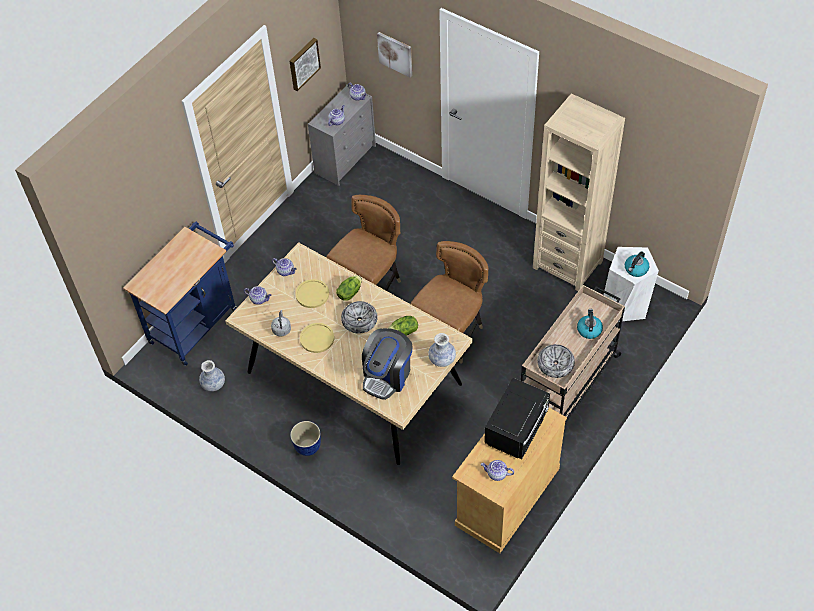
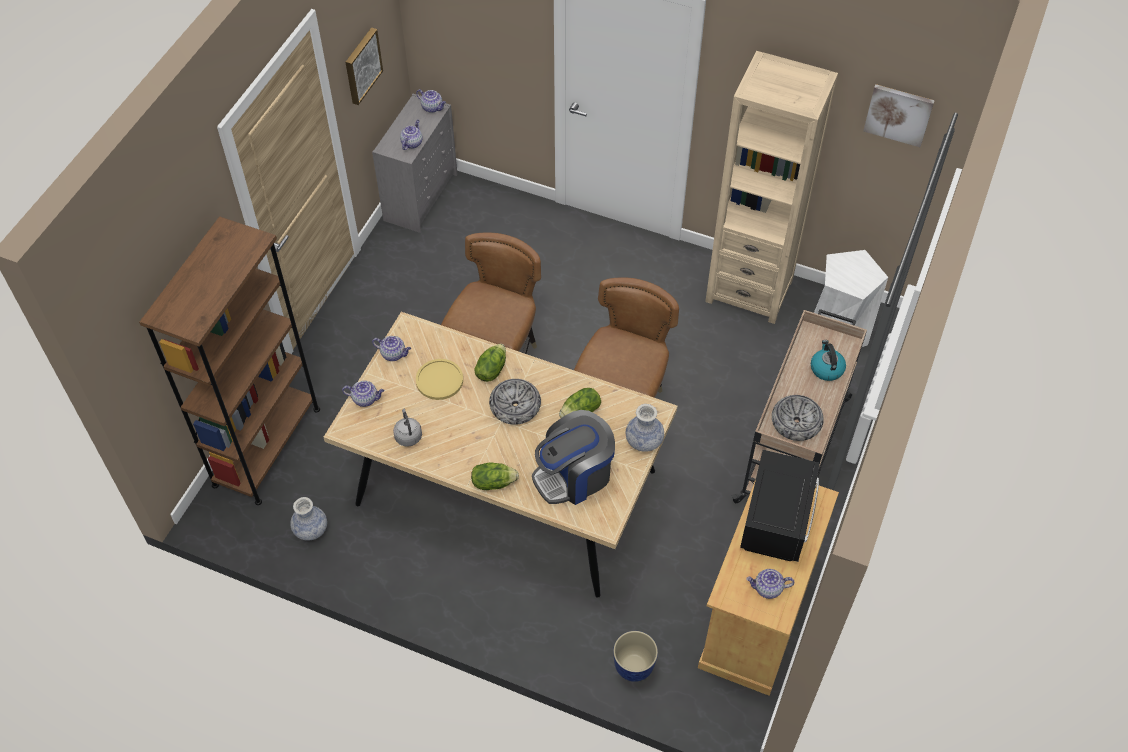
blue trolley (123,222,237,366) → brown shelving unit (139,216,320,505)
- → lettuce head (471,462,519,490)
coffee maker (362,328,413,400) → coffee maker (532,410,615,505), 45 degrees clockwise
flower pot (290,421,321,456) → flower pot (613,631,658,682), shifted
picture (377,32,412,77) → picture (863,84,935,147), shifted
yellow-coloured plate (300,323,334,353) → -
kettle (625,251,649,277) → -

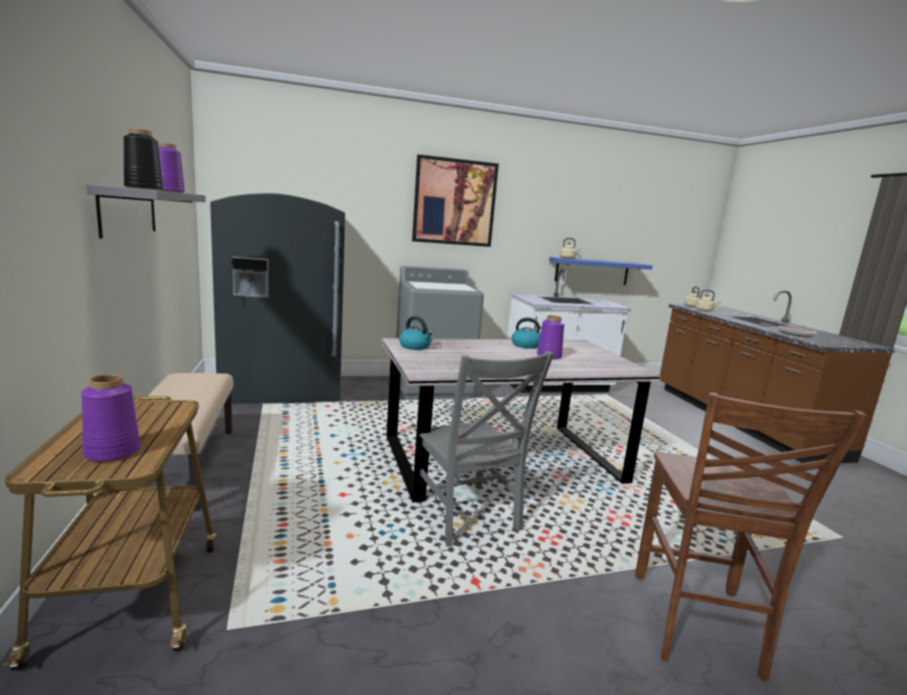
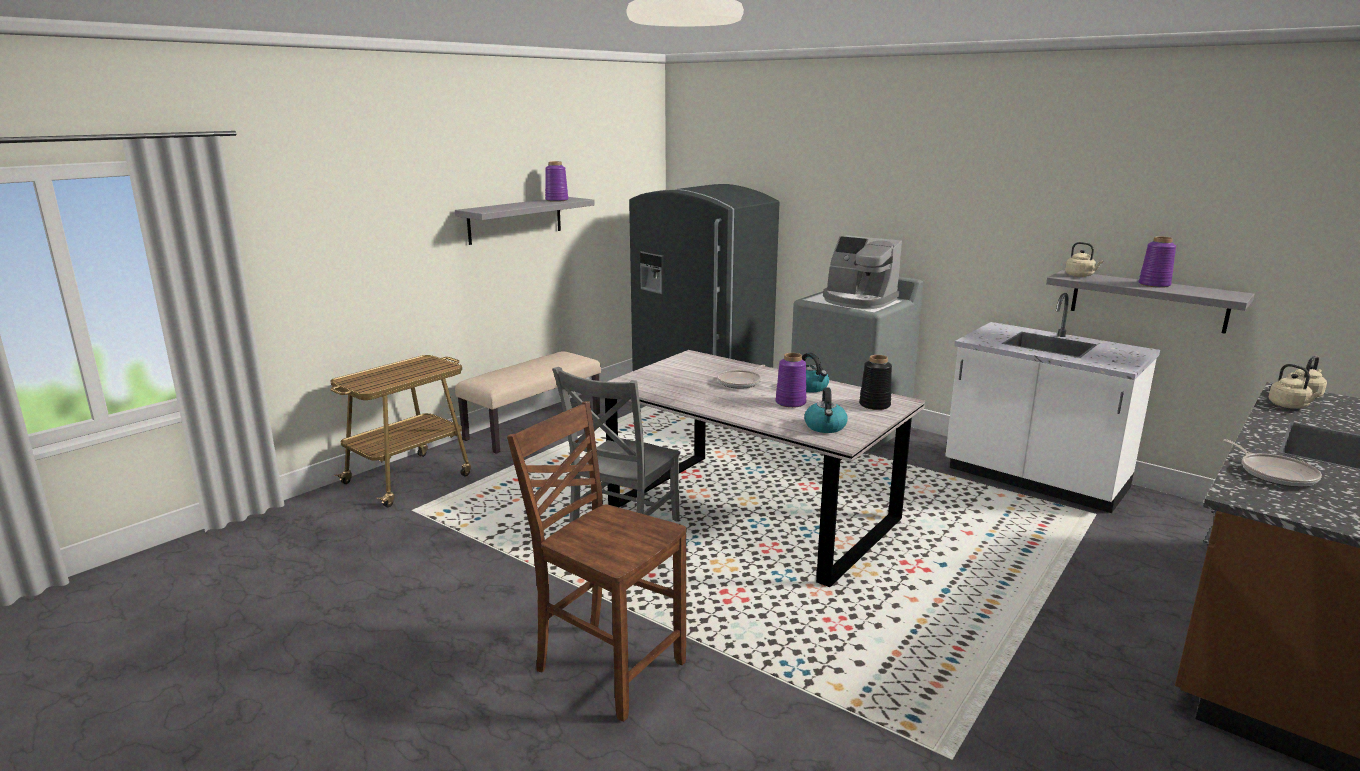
brown plain chair (635,392,866,682) → brown plain chair (507,401,687,722), 60 degrees clockwise
- → skillet (717,365,765,389)
kettle (399,316,432,350) → kettle (804,387,848,433), shifted
- → coffee maker (823,235,902,309)
black vase (123,128,163,190) → black vase (859,355,892,410), shifted
blue bracket shelf (549,257,653,285) → gray bracket shelf (1046,270,1254,334)
purple vase (81,374,140,462) → purple vase (1139,236,1176,288), shifted
picture (412,154,499,247) → -

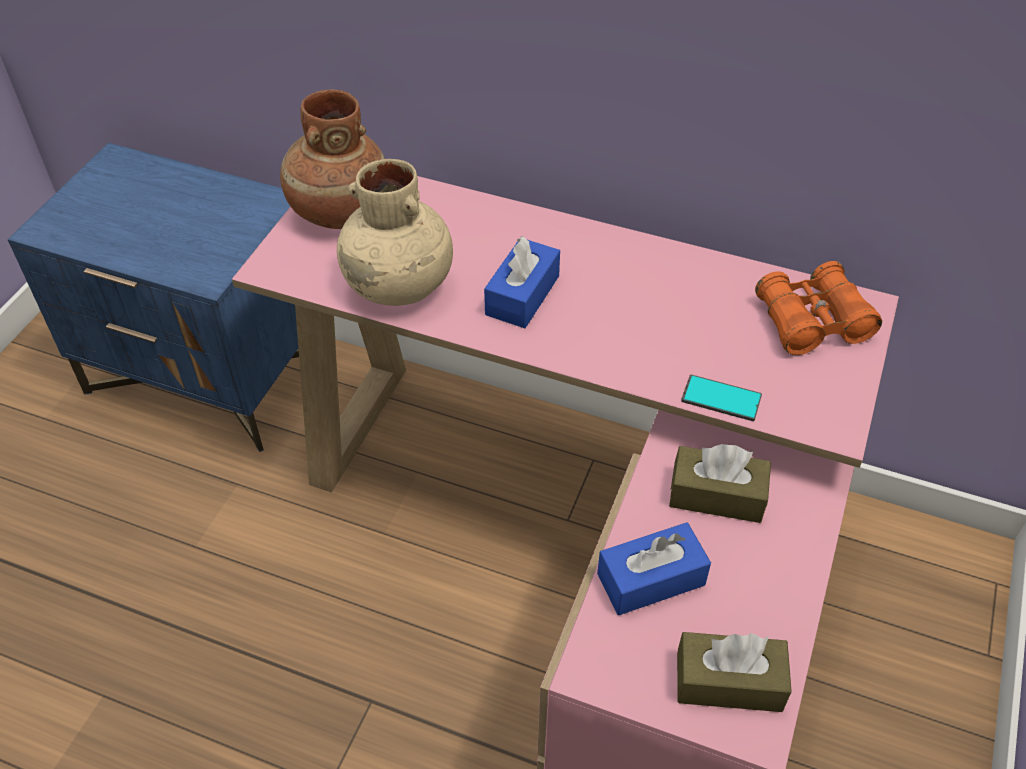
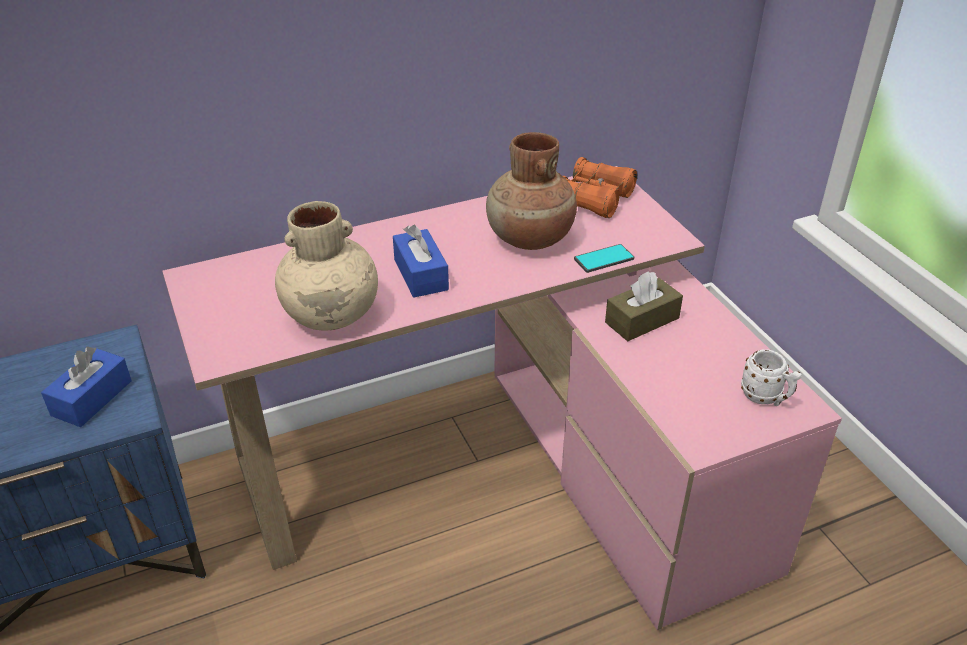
blue tissue holder (597,522,711,615) → blue tissue holder (41,346,132,427), shifted
brown vase (280,90,385,229) → brown vase (486,132,577,250), shifted
brown tissue holder (677,632,792,712) → white coffee mug (741,350,802,406)

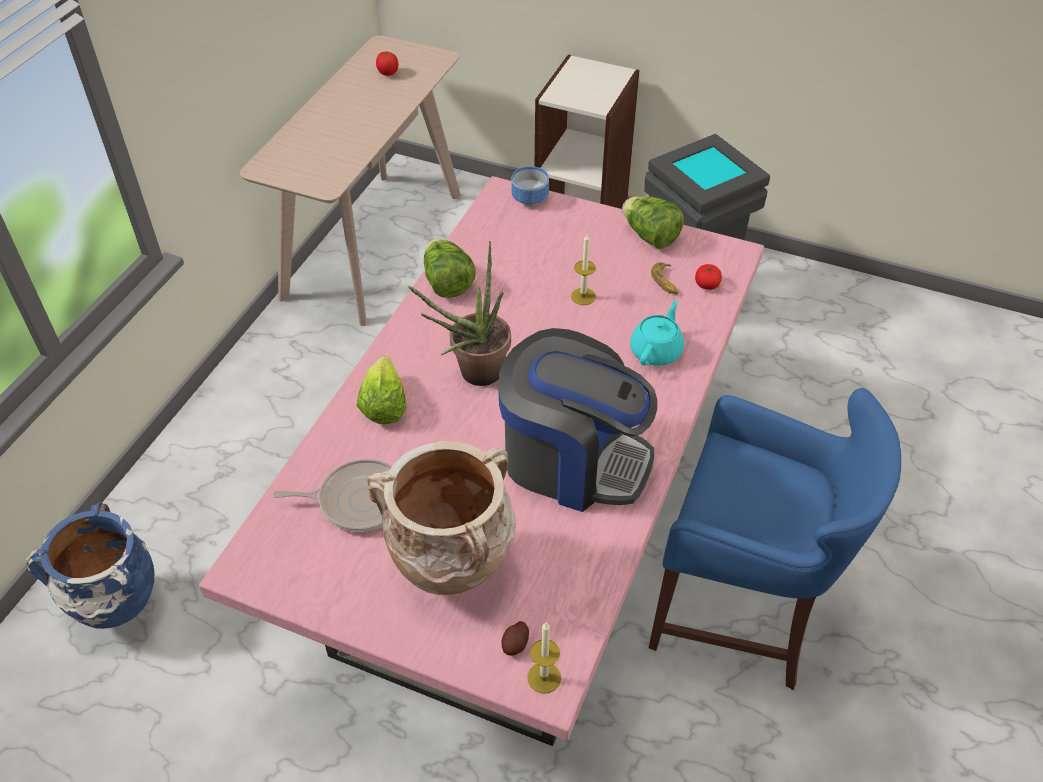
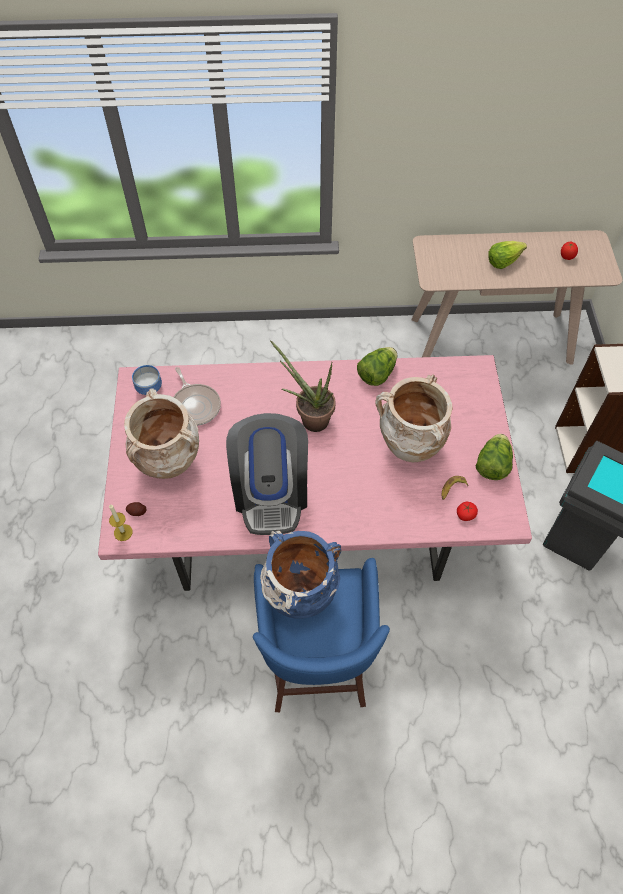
serving bowl (511,166,549,206) → serving bowl (132,365,162,395), shifted
blue vase (25,502,154,629) → blue vase (260,531,341,619), shifted
candle (571,234,596,305) → sand-coloured vase (375,375,452,462)
lettuce head (357,356,406,424) → lettuce head (489,241,527,269), shifted
blue-green pot for tea (630,300,684,366) → -

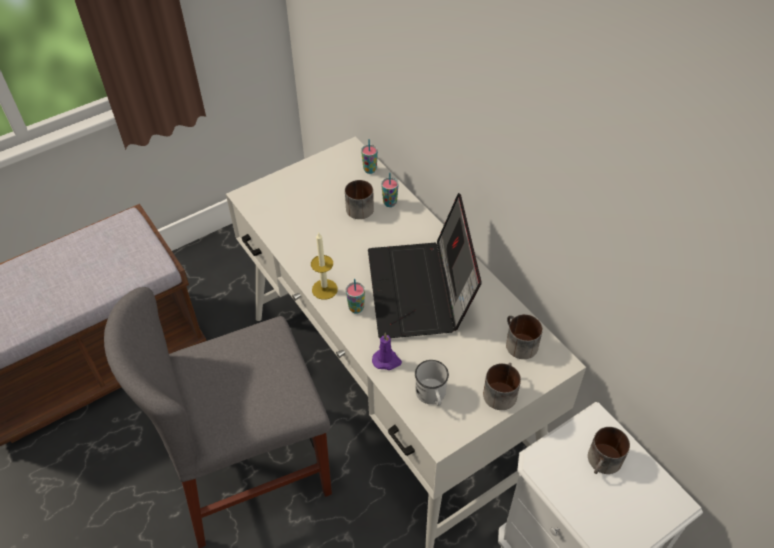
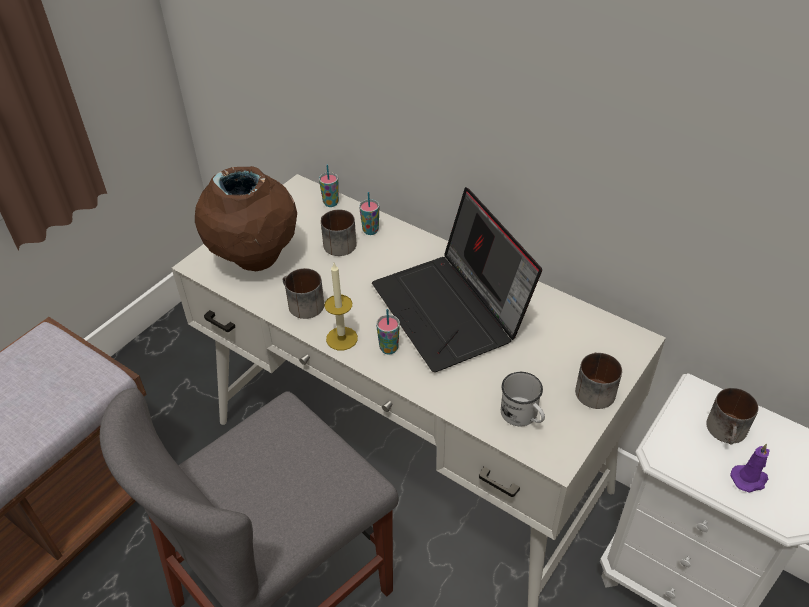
- → brown vase (195,166,297,271)
coffee mug (506,314,543,359) → coffee mug (283,268,324,319), shifted
purple candle (372,333,402,370) → purple candle (730,444,770,493), shifted

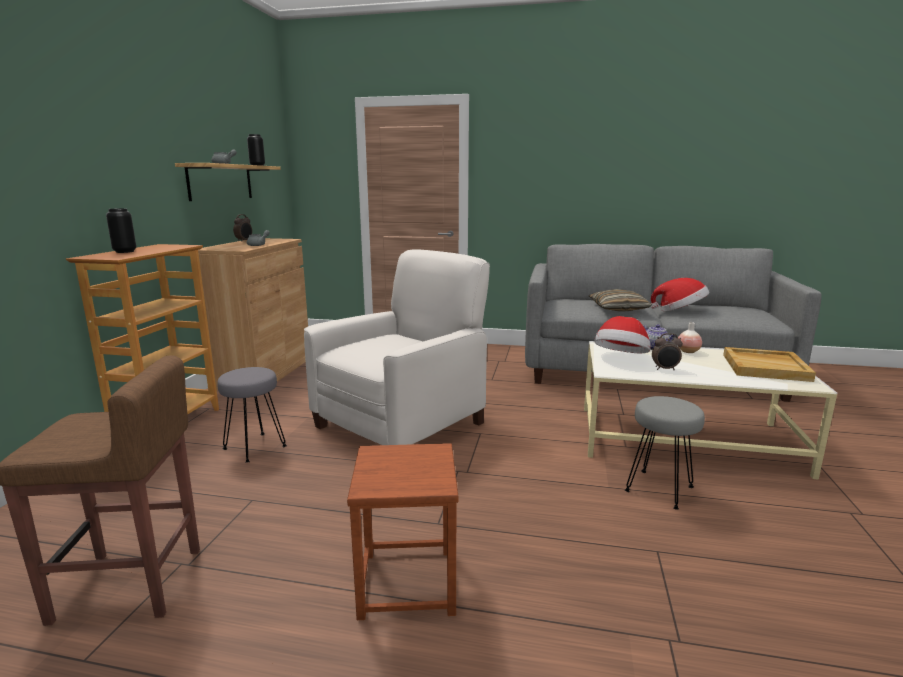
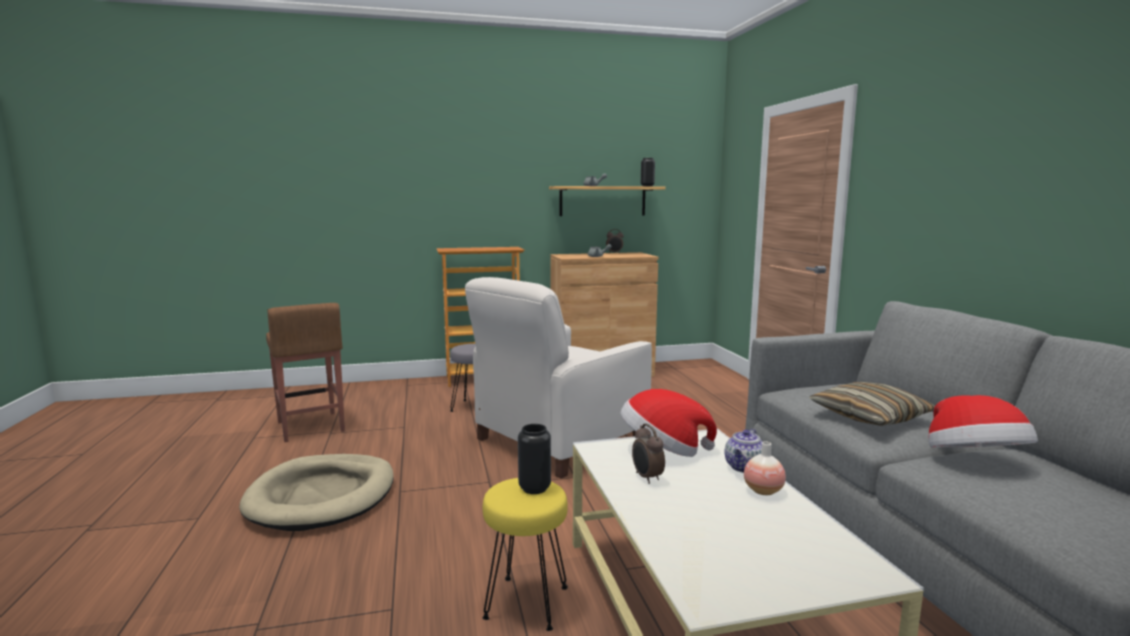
brown stool (347,443,458,620) → sand-coloured dog cushion (239,454,394,531)
white easy chair (304,249,490,445) → white easy chair (465,277,652,479), 120 degrees clockwise
gray stool (625,396,705,510) → yellow-coloured stool (483,478,568,631)
black vase (106,208,136,253) → black vase (518,424,551,494), shifted
sand-coloured serving tray (723,347,816,382) → -

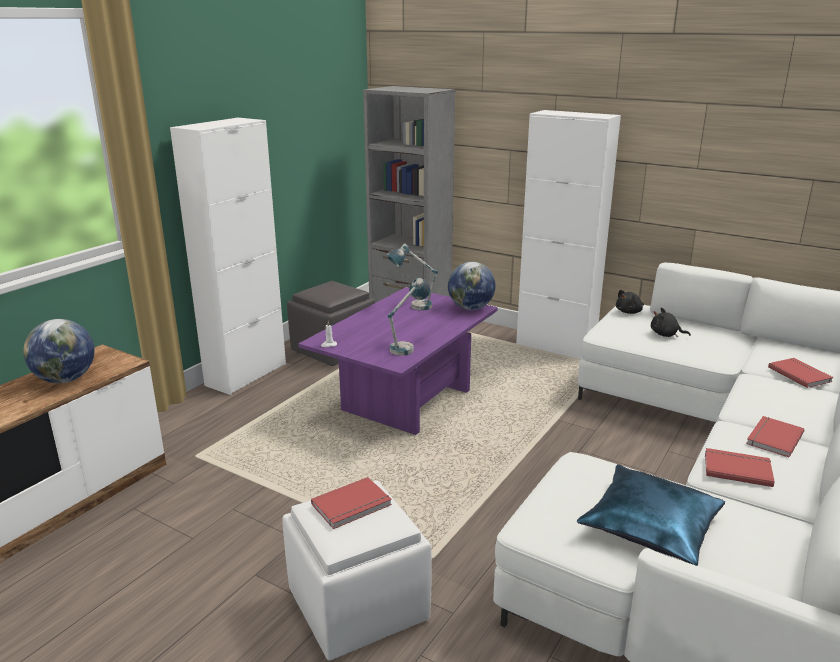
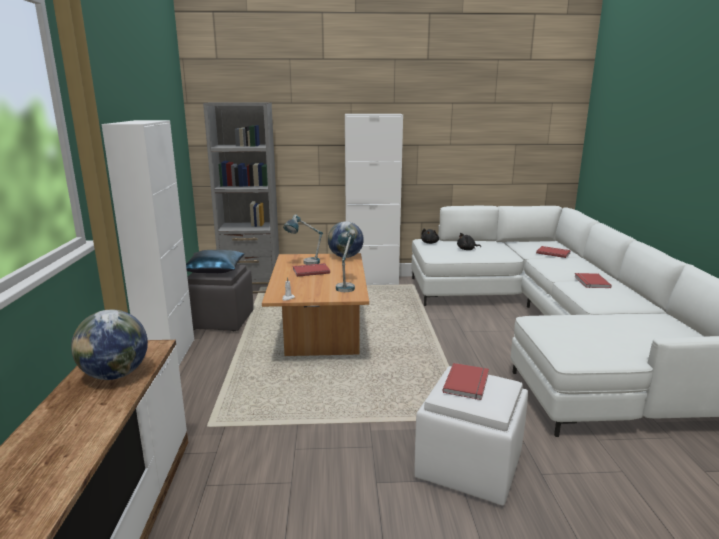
blue pillow (577,464,725,566) → blue pillow (186,250,244,273), shifted
purple coffee table (298,287,498,435) → brown coffee table (262,253,369,356)
red-coloured book (705,448,775,487) → red-coloured book (293,263,330,277), shifted

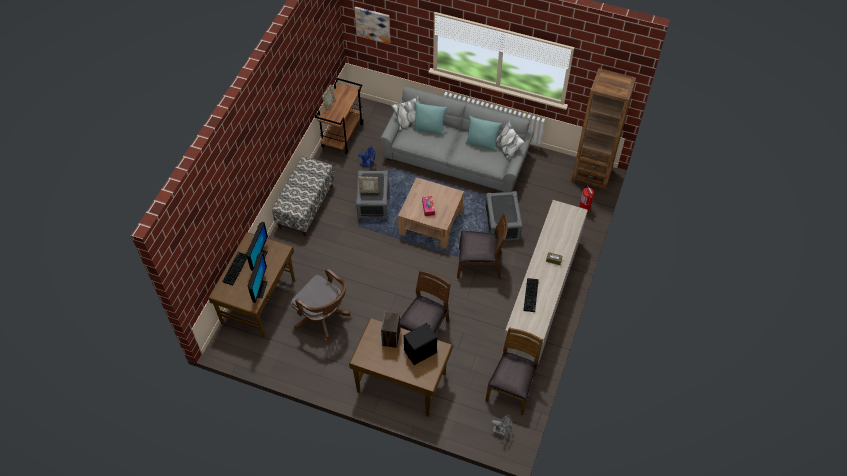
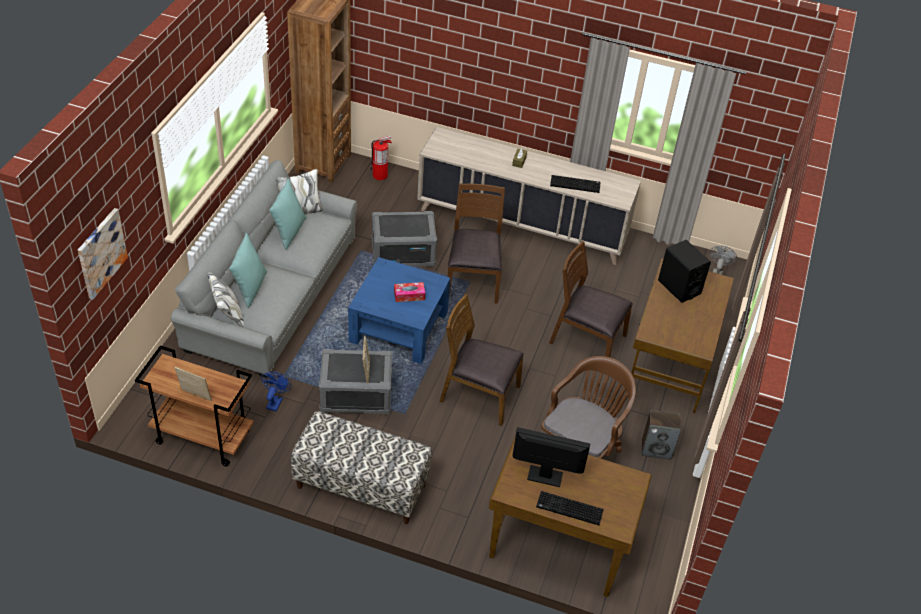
brown coffee table (398,177,464,249) → blue coffee table (348,257,450,364)
brown plain chair (485,327,543,415) → brown plain chair (440,294,524,426), shifted
speaker (381,312,400,348) → speaker (641,410,681,460), shifted
monitor (248,252,268,303) → -

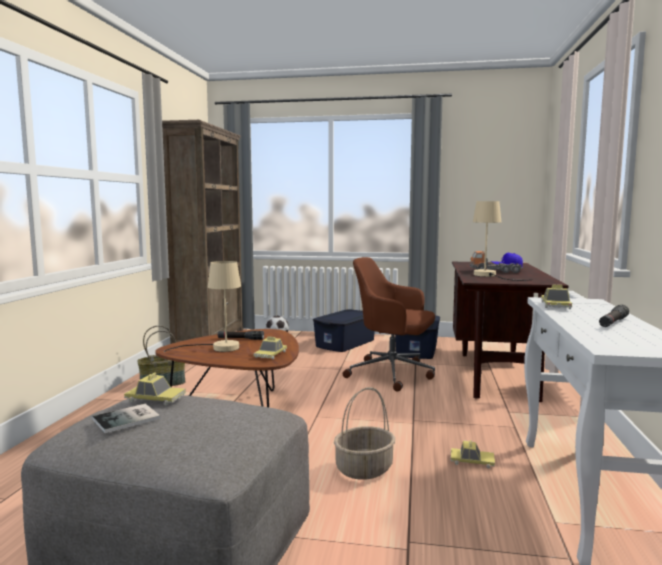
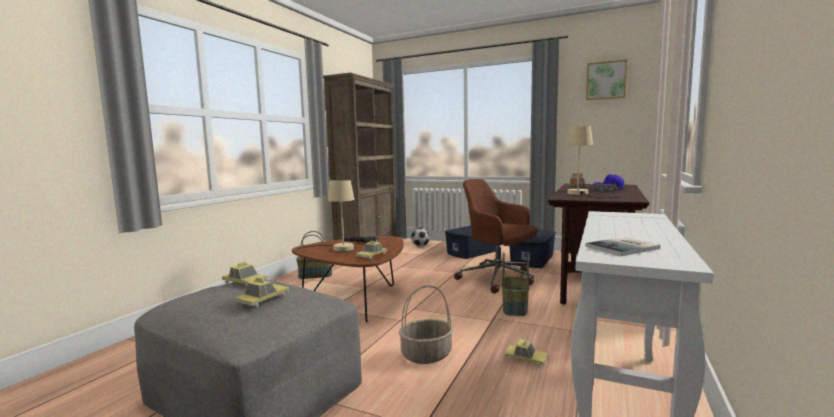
miniature car (541,285,572,309) → miniature car (235,277,289,307), shifted
- → household basket (502,251,529,316)
book (92,403,160,433) → book (585,237,660,256), shifted
- → picture (586,59,627,100)
black torch (599,304,629,327) → -

